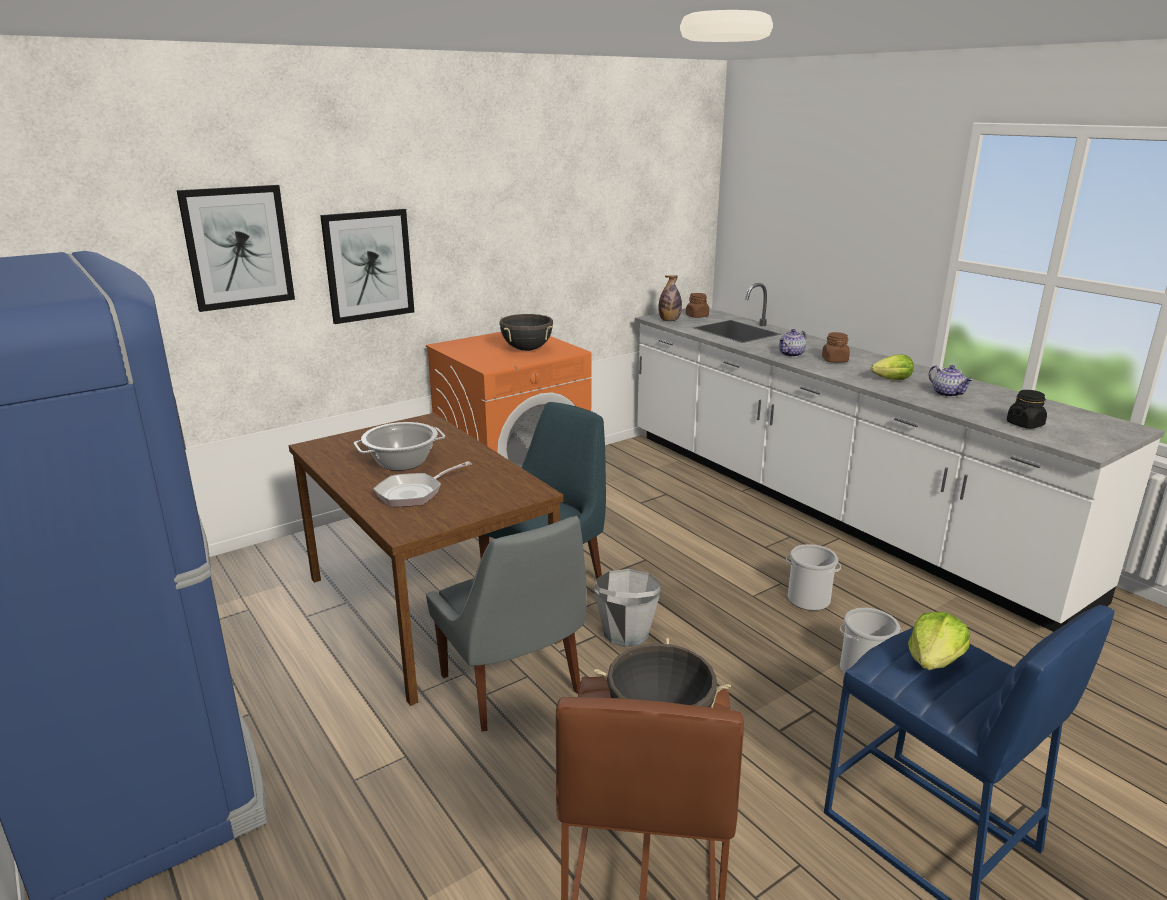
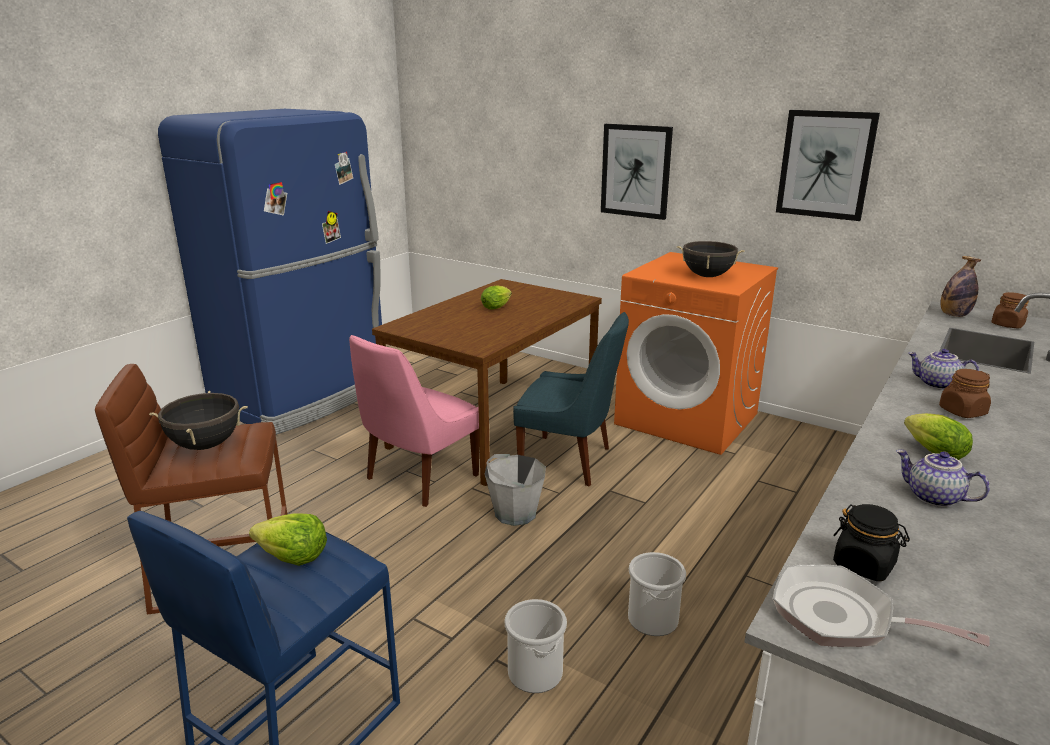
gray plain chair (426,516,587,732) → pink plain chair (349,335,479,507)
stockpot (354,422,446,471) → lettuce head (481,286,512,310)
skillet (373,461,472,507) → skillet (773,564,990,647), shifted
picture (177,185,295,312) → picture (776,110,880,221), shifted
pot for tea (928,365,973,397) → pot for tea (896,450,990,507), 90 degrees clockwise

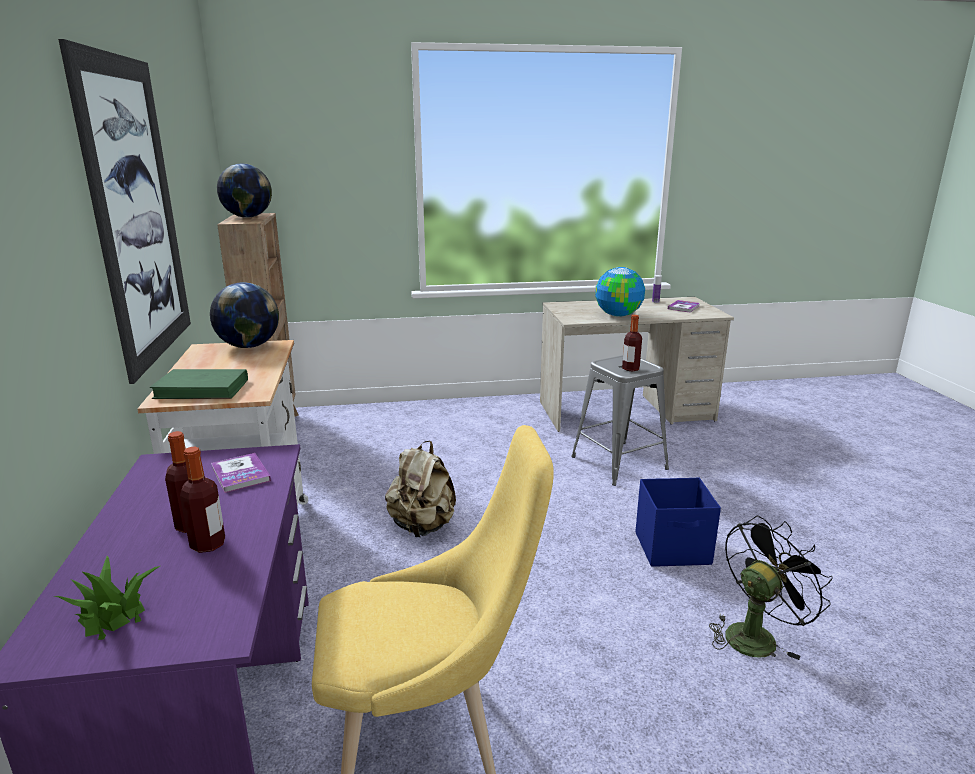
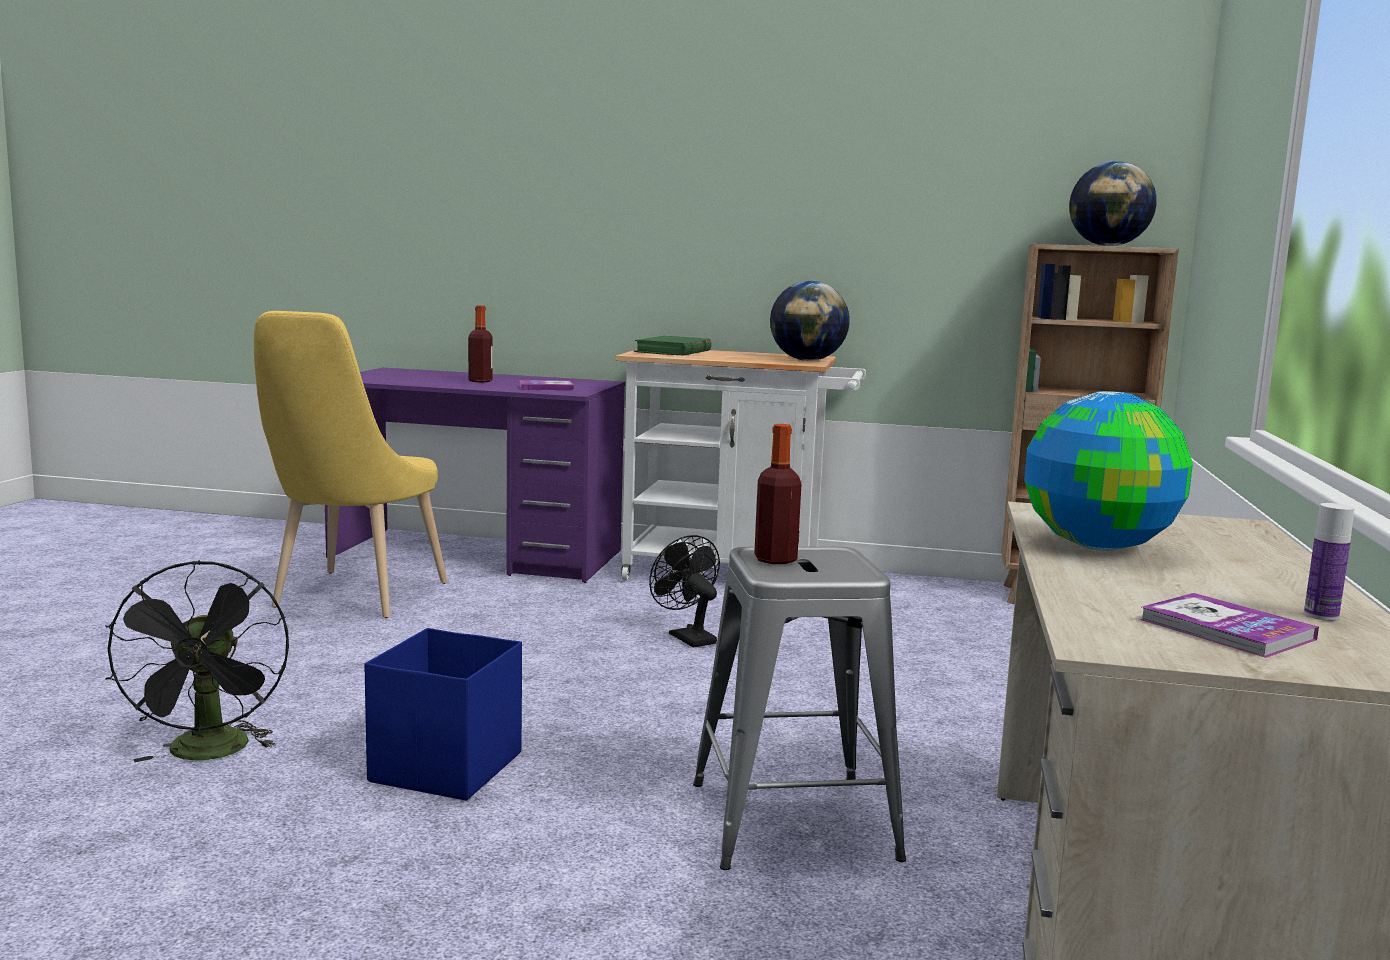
sand-coloured knapsack (385,441,456,537) → black cooling fan (649,535,720,647)
plant in a pot (54,556,160,640) → -
picture (58,39,191,384) → -
drink bottle (180,447,225,553) → -

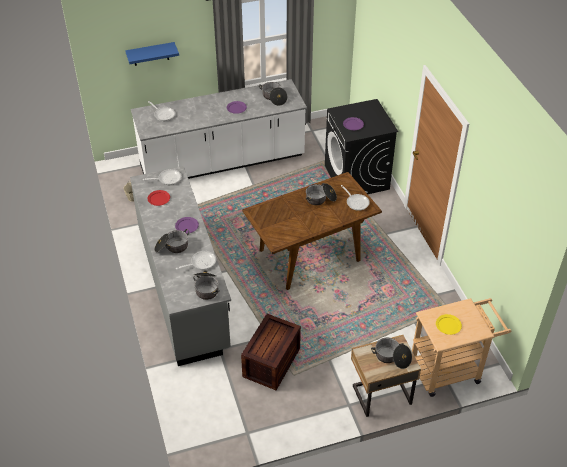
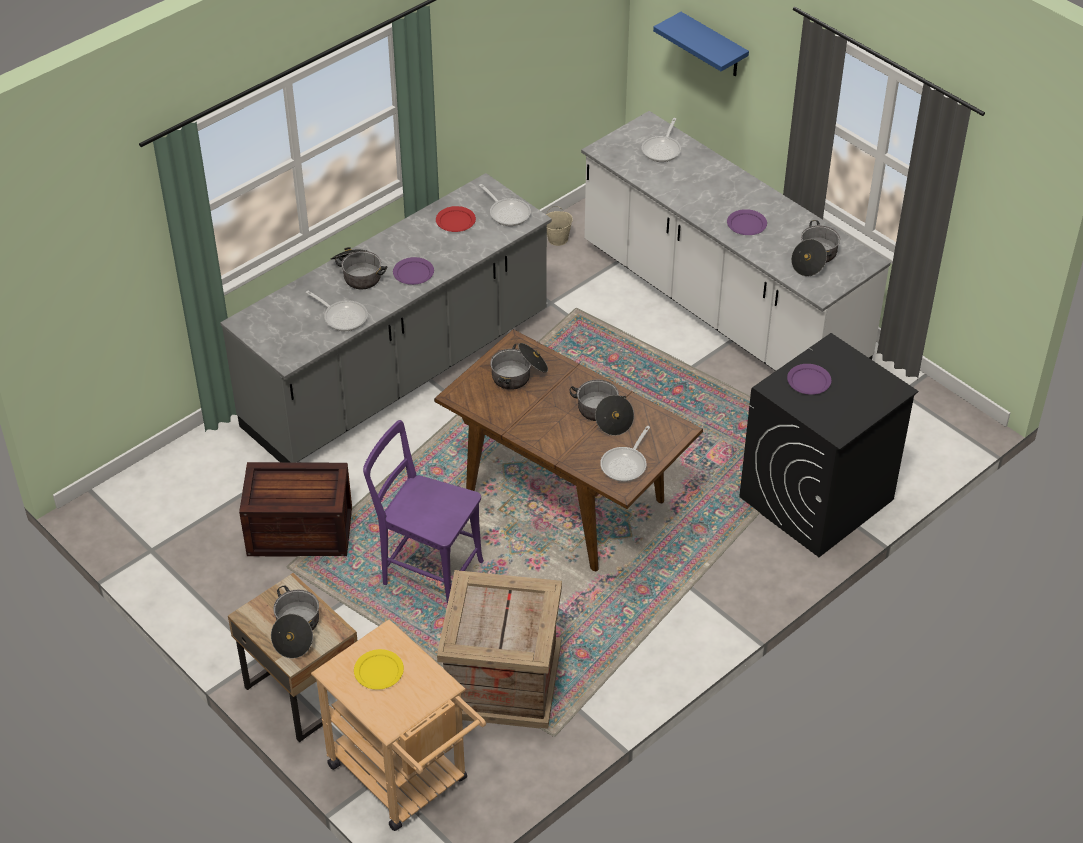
- → purple plain chair (363,420,484,604)
- → shipping crate (437,570,562,729)
stockpot (193,271,220,300) → stockpot (490,343,548,390), shifted

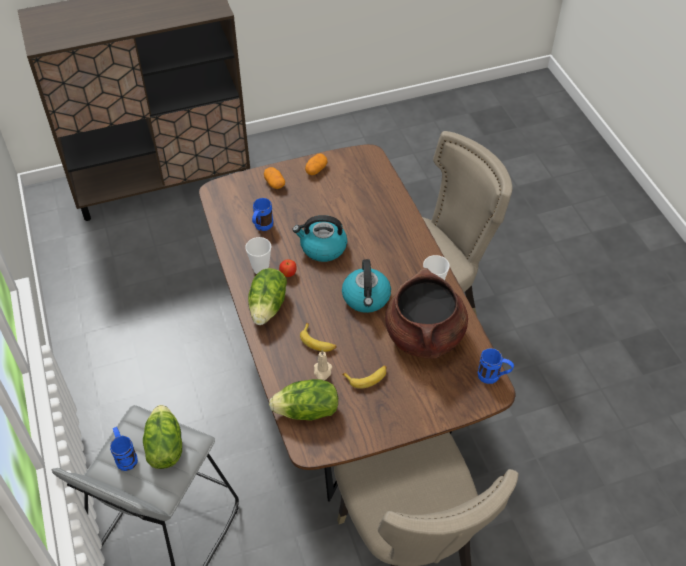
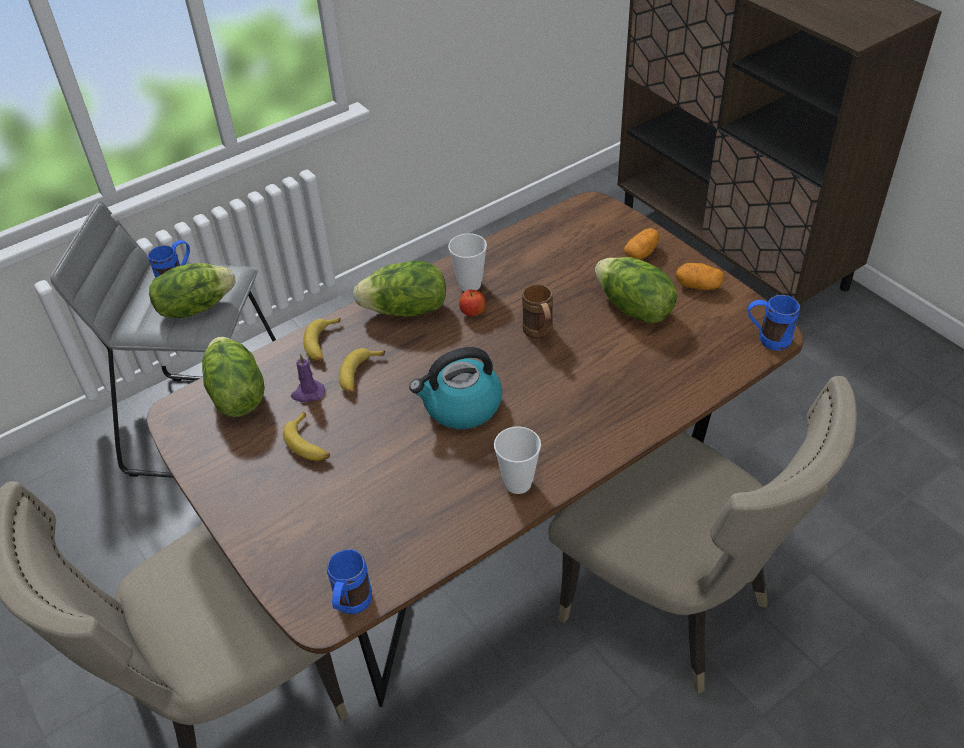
sand-coloured candle (314,350,332,381) → purple candle (291,354,325,402)
- → whole banana (303,318,341,362)
kettle (292,215,347,262) → brown coffee mug (522,284,553,339)
- → lettuce head (595,257,678,324)
blue coffee mug (252,198,273,231) → blue coffee mug (748,295,800,351), shifted
brown stockpot (385,268,468,359) → -

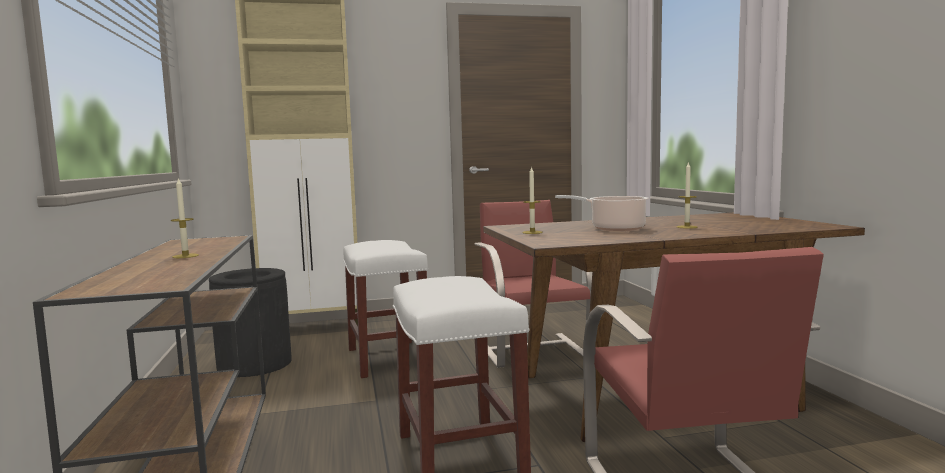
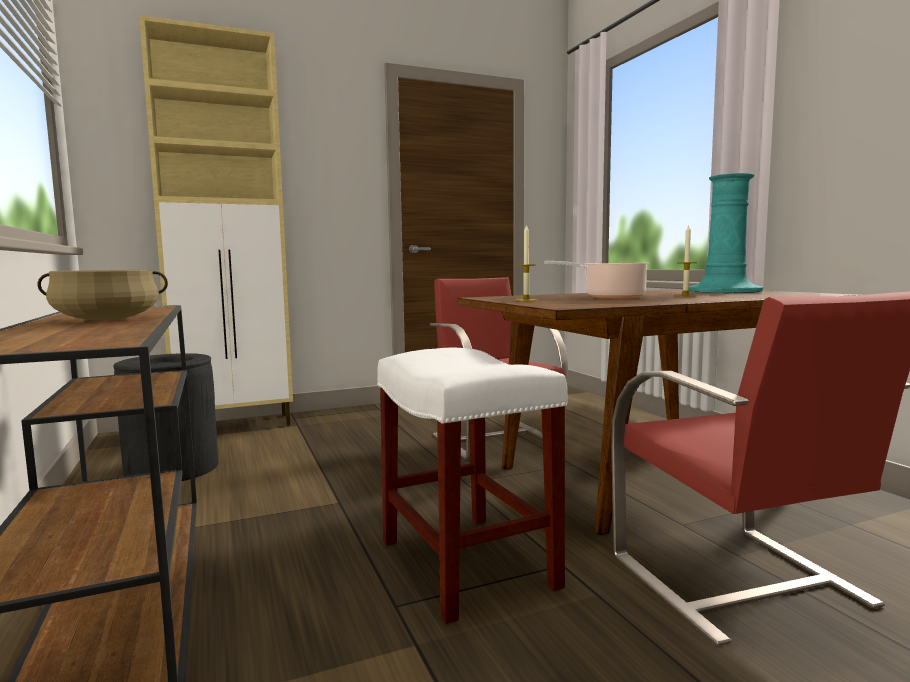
candle (171,177,199,258) → sand-coloured stockpot (37,270,168,321)
- → blue-green vase (689,173,763,293)
white stool (343,240,428,378) → -

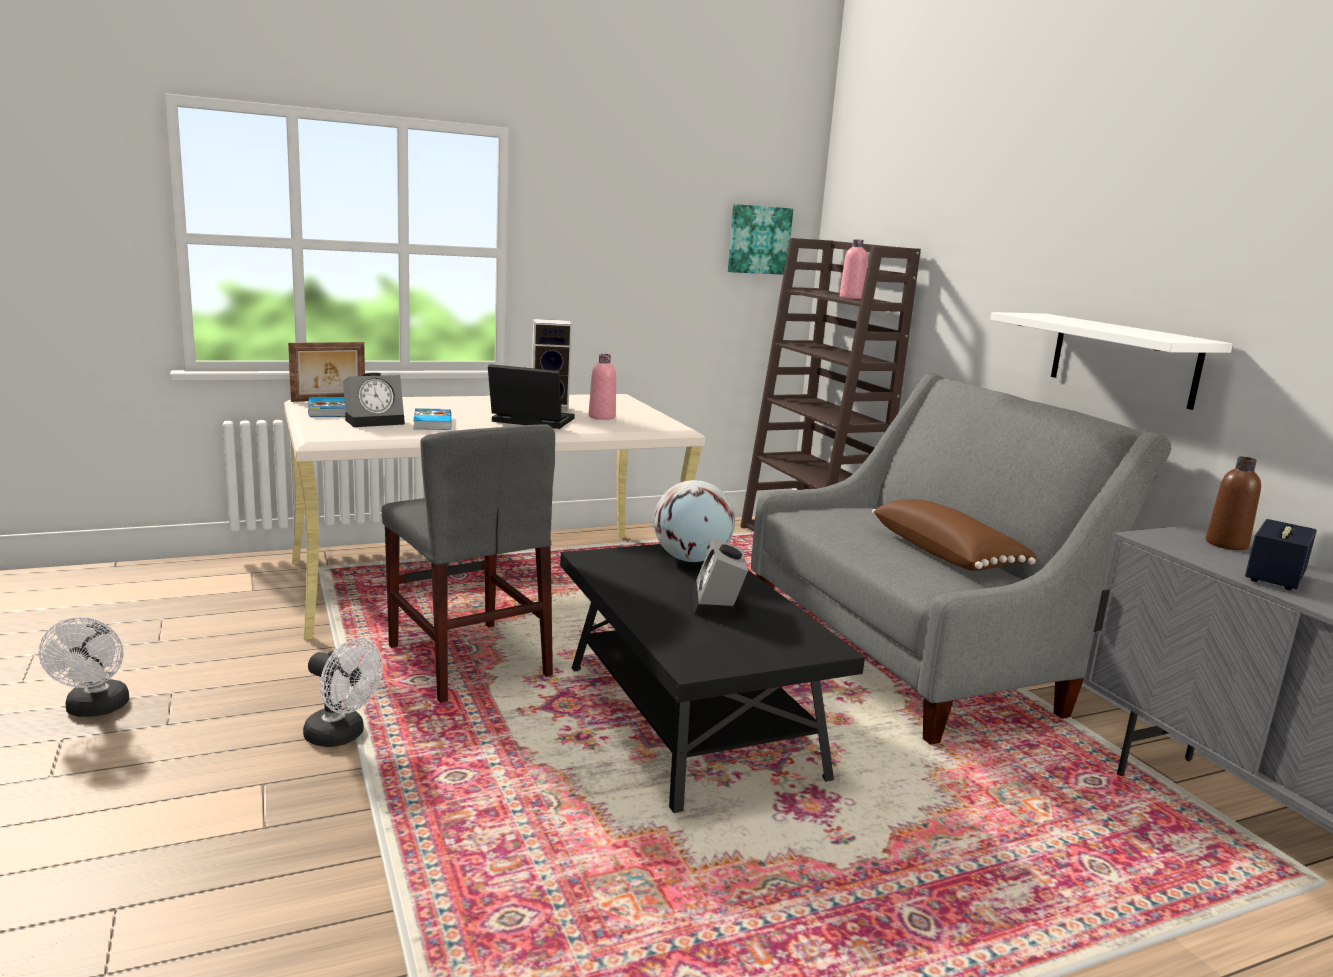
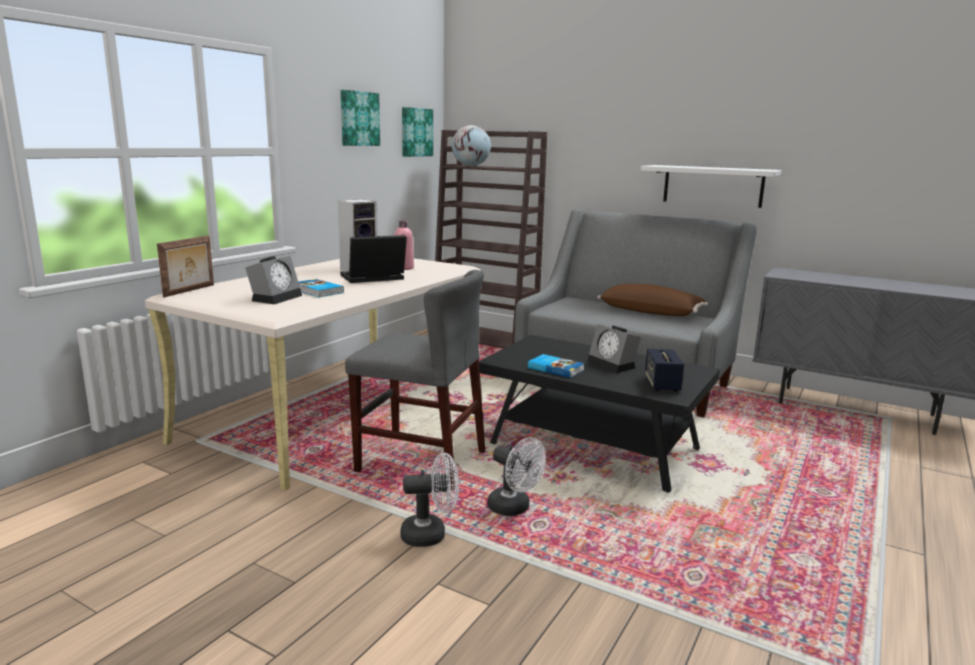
- → picture (341,90,380,146)
world globe (654,480,735,562) → world globe (452,125,491,166), shifted
white cooling fan (39,617,129,717) → white cooling fan (487,437,546,516), shifted
book (308,397,346,417) → book (528,354,585,378), shifted
speaker (1245,519,1317,590) → speaker (645,349,684,392), shifted
pink drink bottle (840,239,867,299) → -
brown drink bottle (1206,457,1261,550) → -

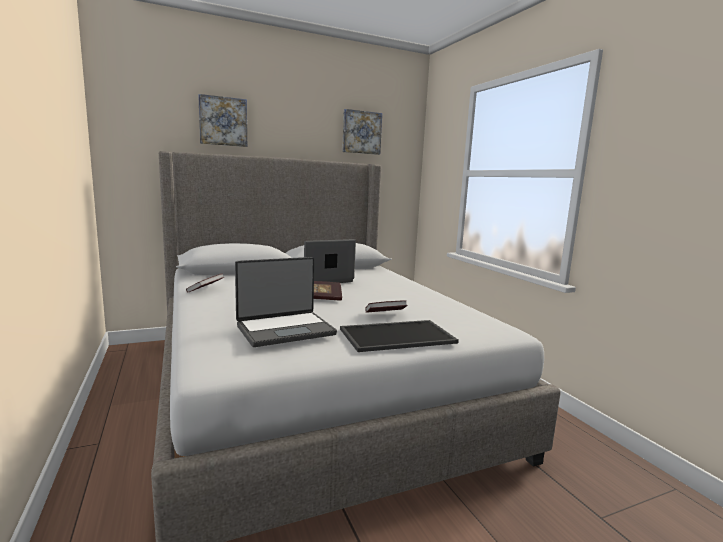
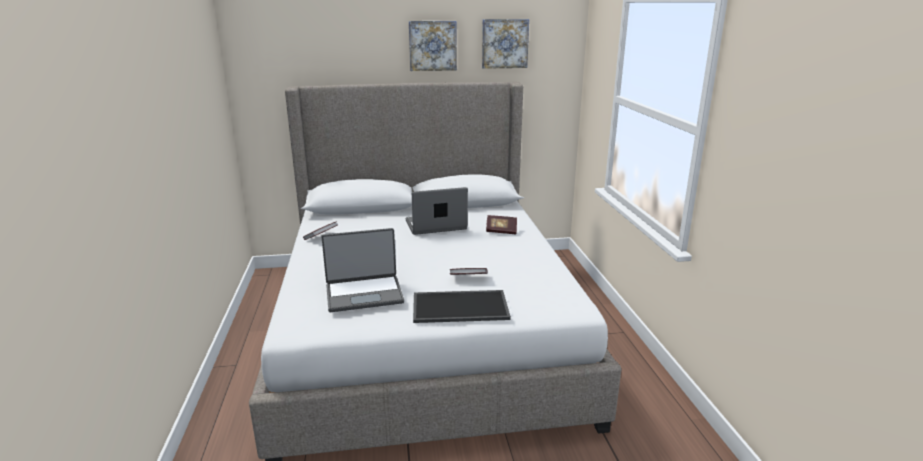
picture (198,94,247,147) → picture (409,21,457,71), shifted
book (314,281,342,301) → book (486,215,517,234), shifted

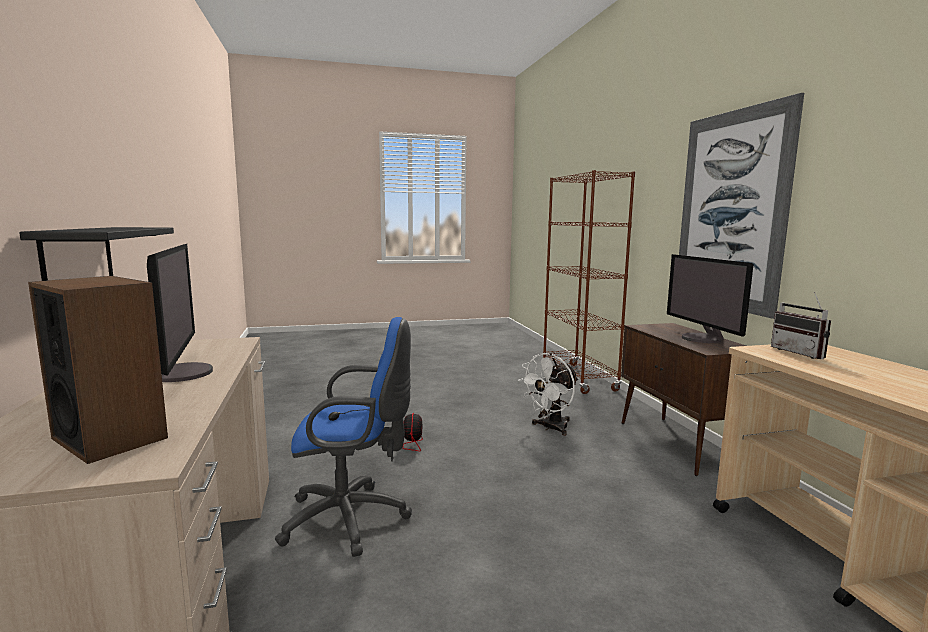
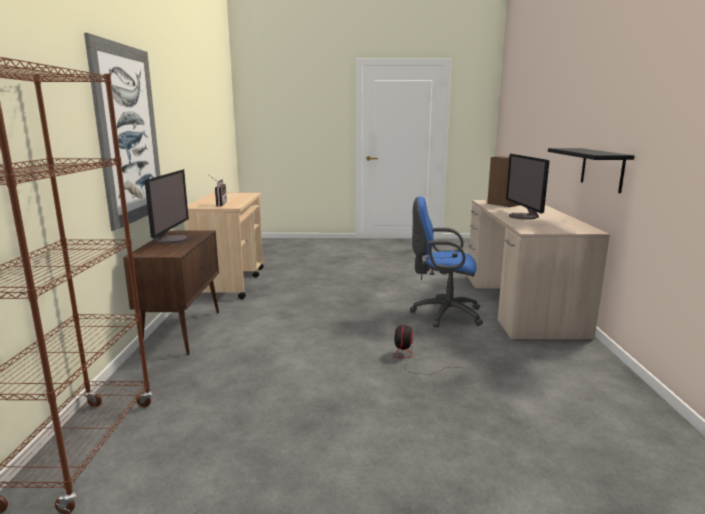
white cooling fan (518,353,579,436) → -

